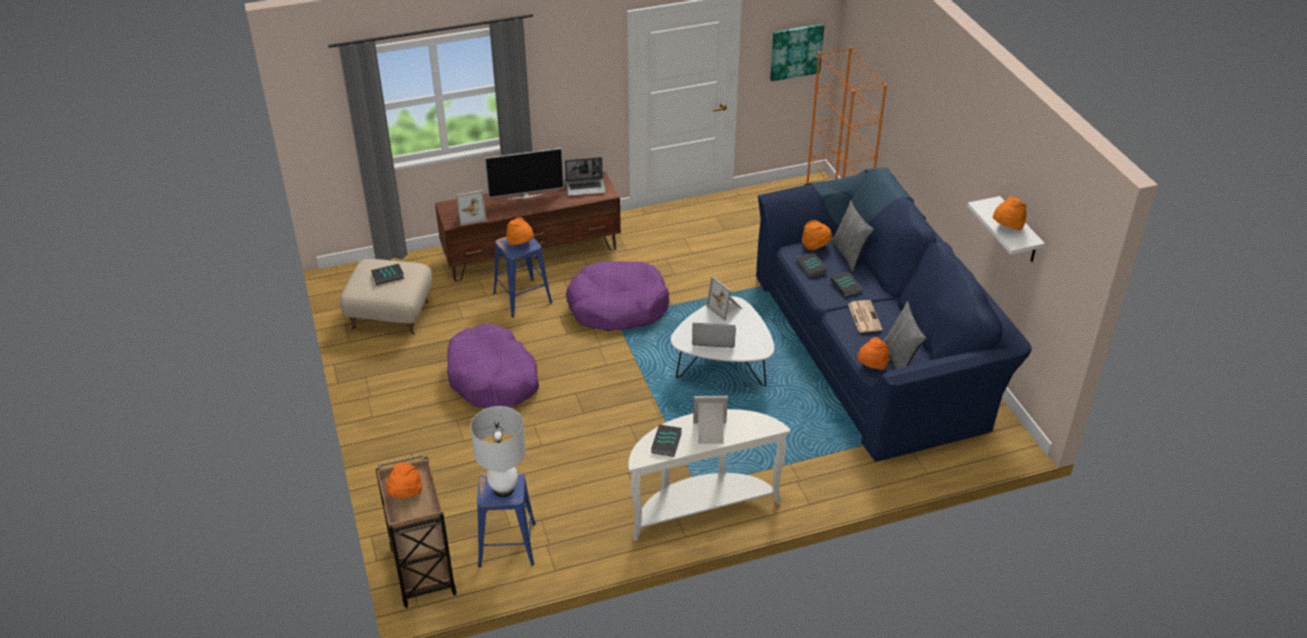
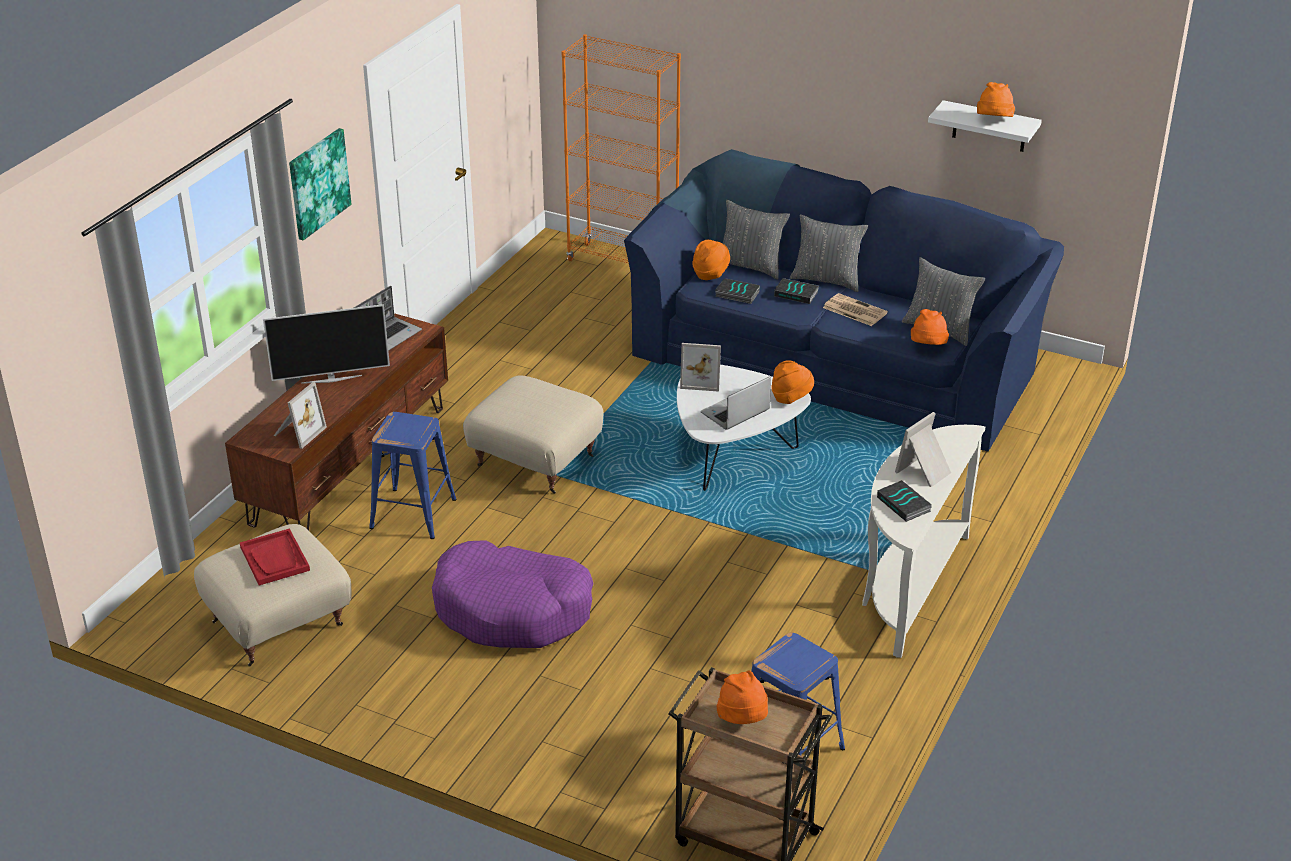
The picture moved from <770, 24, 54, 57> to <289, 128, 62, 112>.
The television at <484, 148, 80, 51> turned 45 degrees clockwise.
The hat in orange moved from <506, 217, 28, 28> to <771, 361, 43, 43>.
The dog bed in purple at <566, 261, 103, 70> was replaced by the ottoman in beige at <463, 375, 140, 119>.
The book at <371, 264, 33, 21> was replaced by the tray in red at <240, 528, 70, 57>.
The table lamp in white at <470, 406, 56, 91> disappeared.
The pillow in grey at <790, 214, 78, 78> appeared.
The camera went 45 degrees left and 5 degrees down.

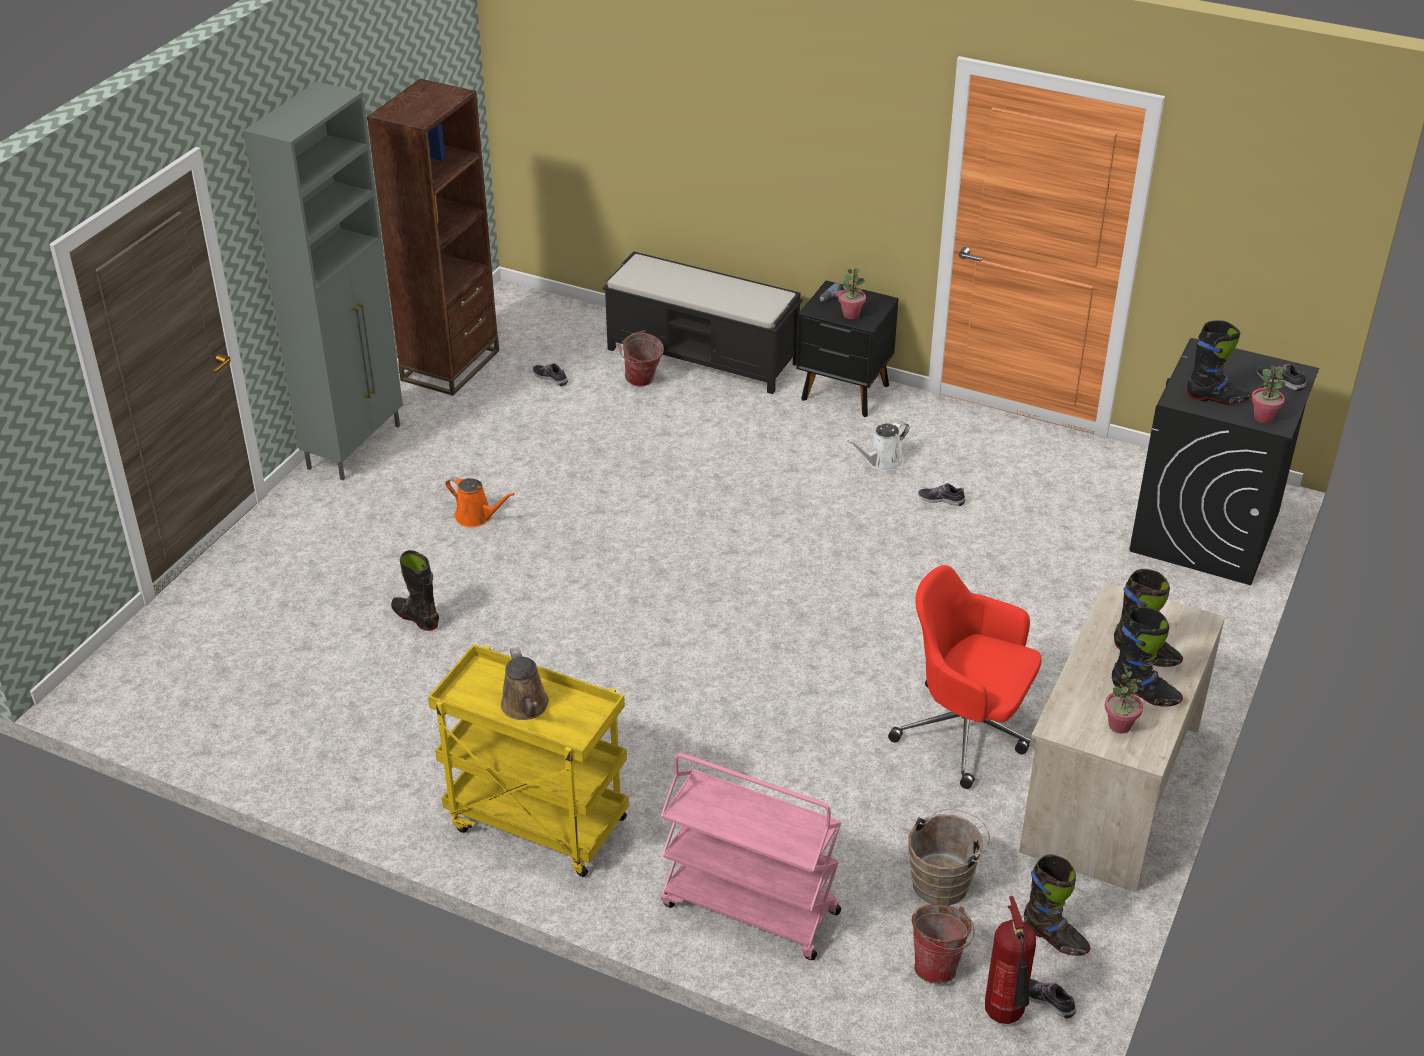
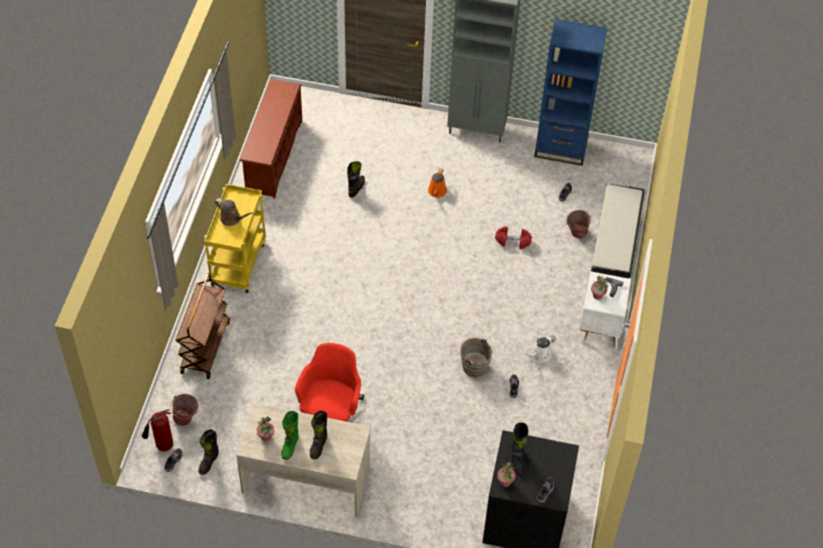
The bookcase in brown at <367, 79, 132, 317> became the bookcase in blue at <534, 19, 74, 147>.
The nightstand in black at <796, 281, 103, 136> became the nightstand in white at <579, 271, 52, 79>.
The watering can in white at <847, 421, 62, 50> turned 75 degrees counterclockwise.
The boot in black at <1112, 607, 71, 100> became the boot in green at <281, 411, 18, 49>.
The watering can in brown at <501, 647, 48, 73> turned 120 degrees counterclockwise.
The cart in pink at <660, 753, 181, 207> became the cart in brown at <175, 273, 55, 106>.
The bucket in brown moved from <908, 808, 82, 98> to <460, 338, 36, 39>.
The shoe rack in brown at <240, 79, 62, 119> appeared.
The dumbbell in red at <495, 226, 37, 23> appeared.
The camera went 75 degrees right and 15 degrees up.

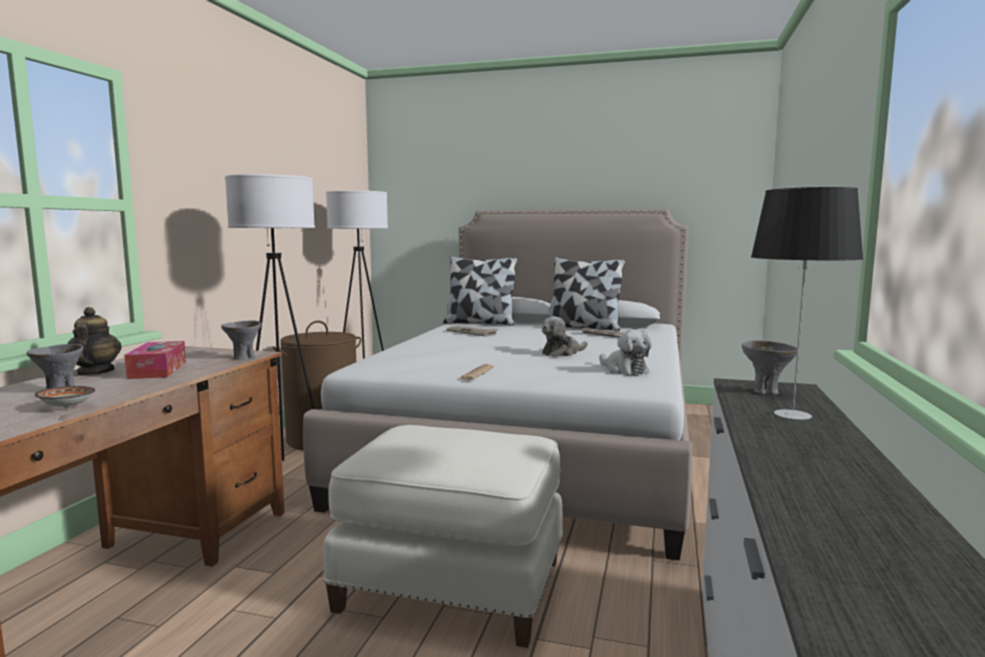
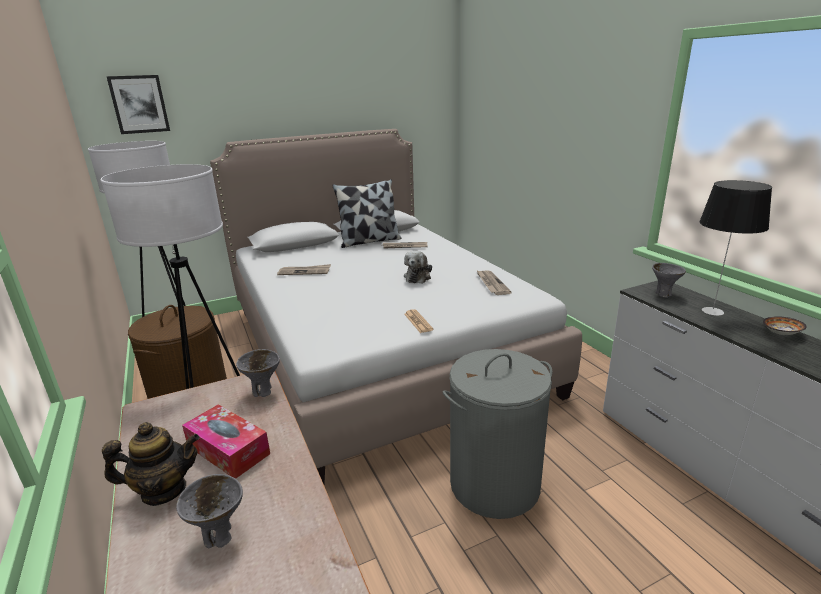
The pillow at <443, 256, 75, 69> disappeared.
The teapot at <67, 307, 55, 69> turned 135 degrees clockwise.
The plush toy at <599, 329, 53, 46> was replaced by the newspaper at <476, 270, 36, 25>.
The bowl moved from <35, 386, 60, 22> to <763, 316, 44, 19>.
The ottoman in white at <323, 425, 240, 223> was replaced by the laundry basket in grey at <443, 349, 109, 170>.
The picture at <106, 75, 64, 59> appeared.
The camera went 40 degrees left and 15 degrees up.

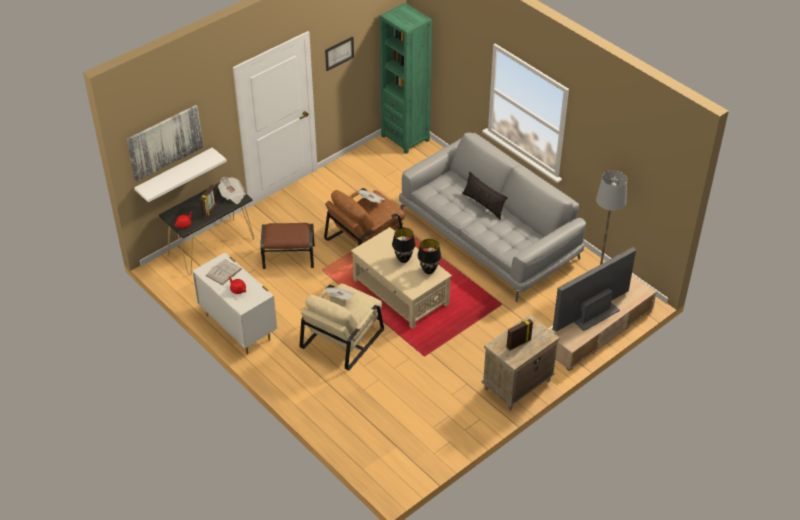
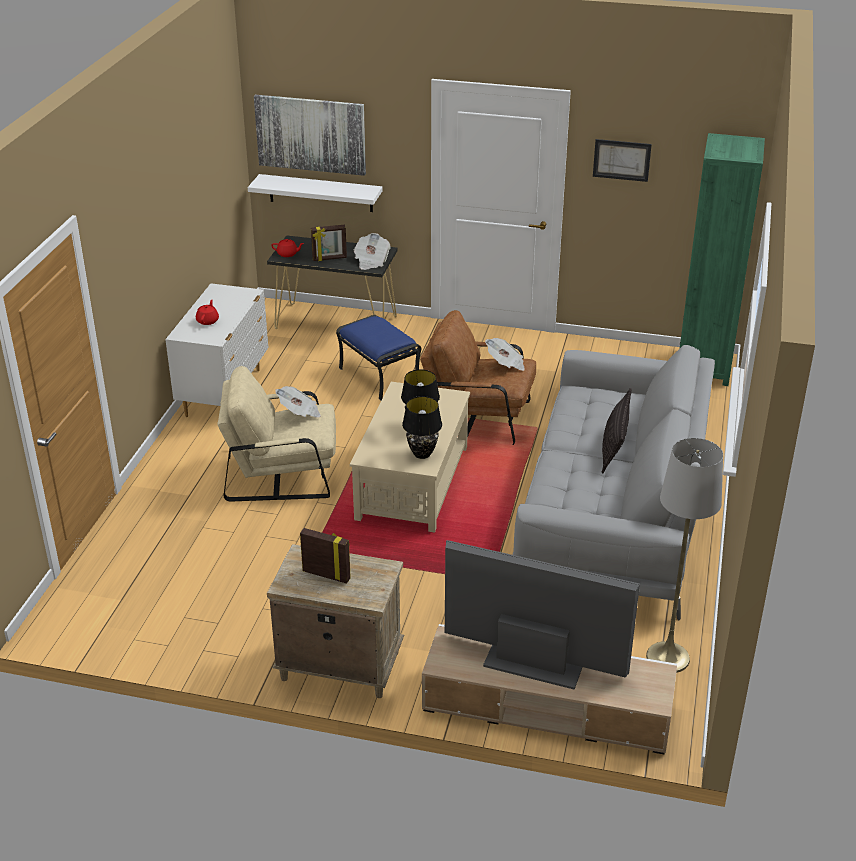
The ottoman in brown at <260, 223, 55, 46> became the ottoman in blue at <336, 315, 85, 85>.
The book in white at <206, 260, 35, 25> disappeared.
The camera went 55 degrees right and 10 degrees down.

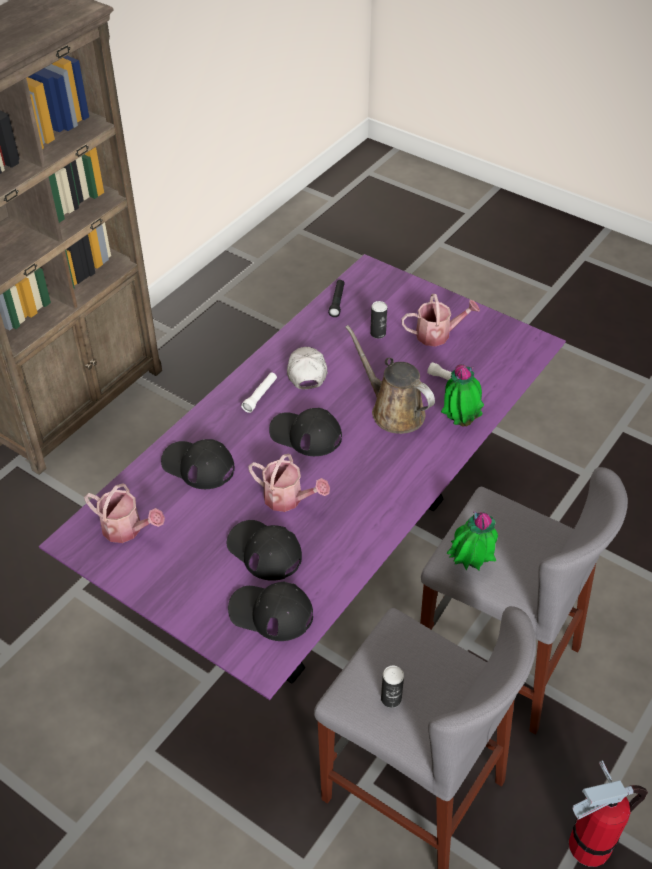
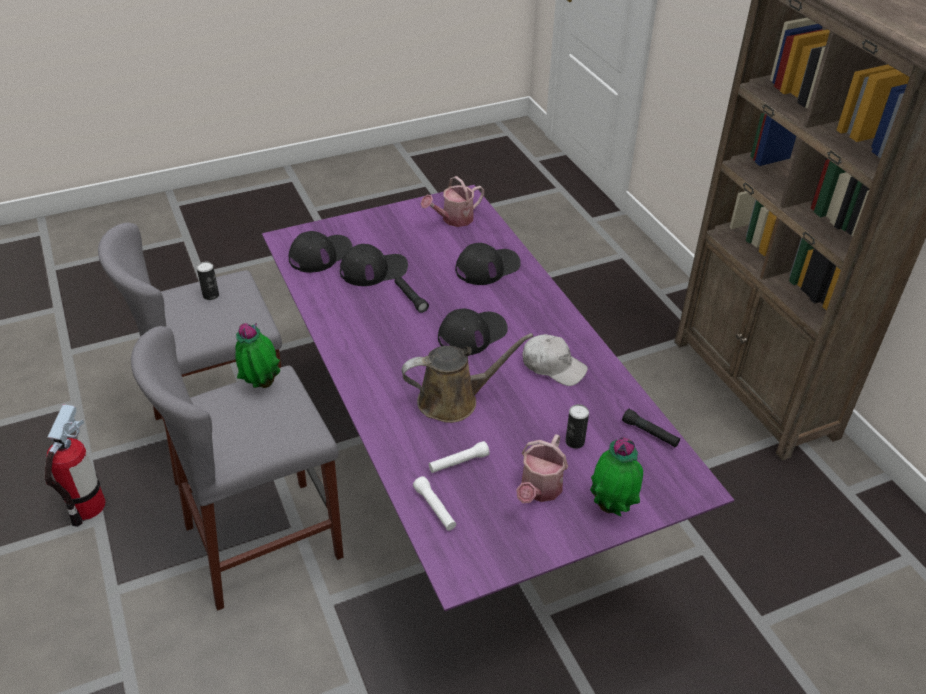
The potted plant moved from <441, 364, 43, 63> to <590, 437, 53, 80>.
The flashlight in white moved from <241, 372, 36, 41> to <413, 476, 43, 55>.
The watering can at <248, 453, 82, 59> was replaced by the flashlight in black at <394, 276, 35, 37>.
The camera went 120 degrees right and 5 degrees down.

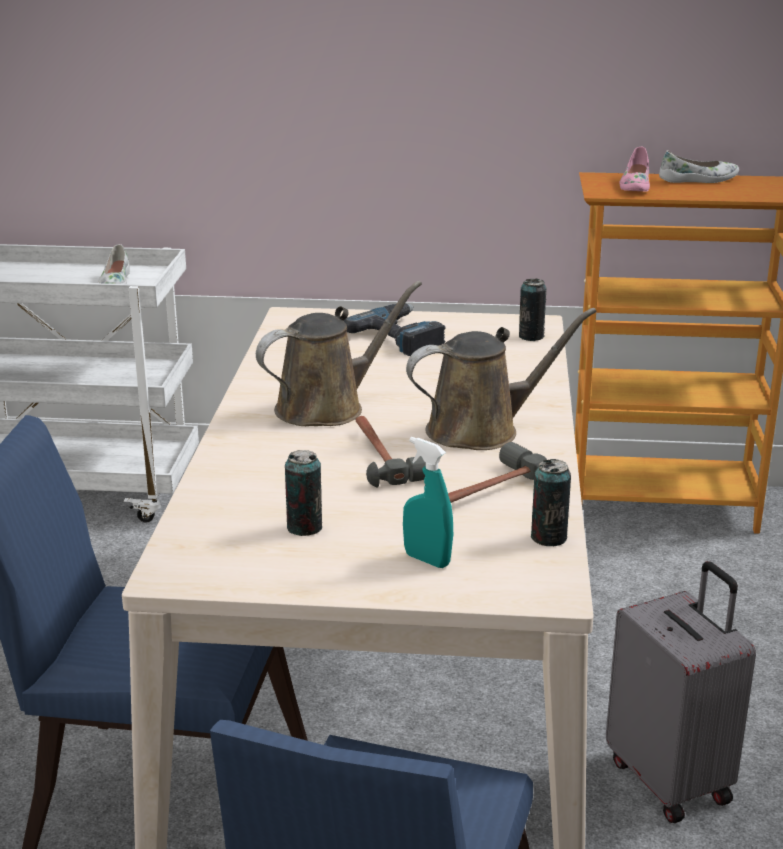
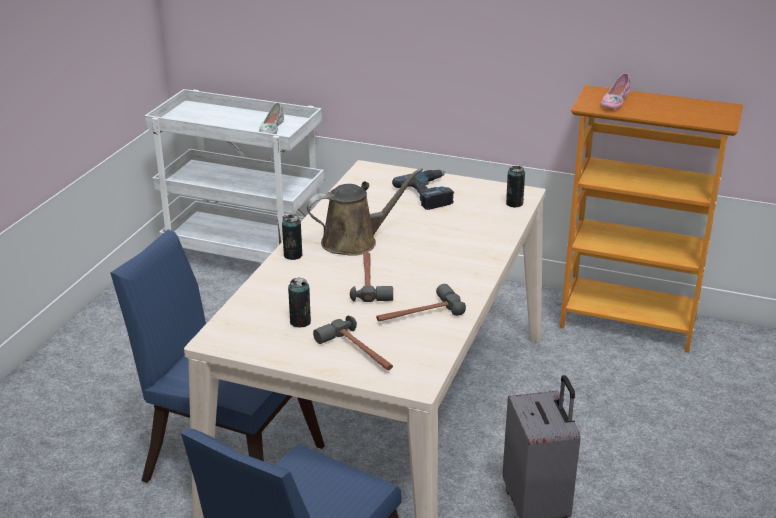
The shoe in white at <659, 150, 80, 33> disappeared.
The watering can in brown at <406, 308, 190, 142> disappeared.
The spray bottle in turquoise at <403, 437, 50, 131> was replaced by the hammer at <313, 316, 80, 54>.
The can moved from <531, 459, 40, 87> to <282, 215, 21, 45>.
The camera went 15 degrees right and 5 degrees up.

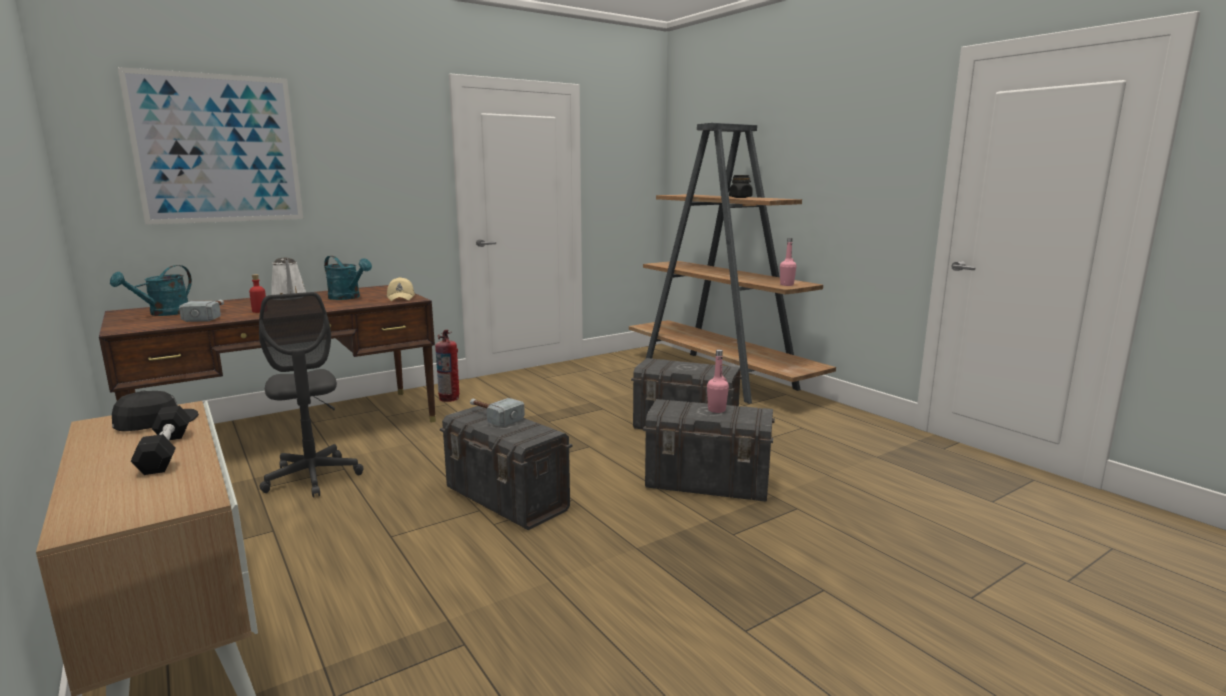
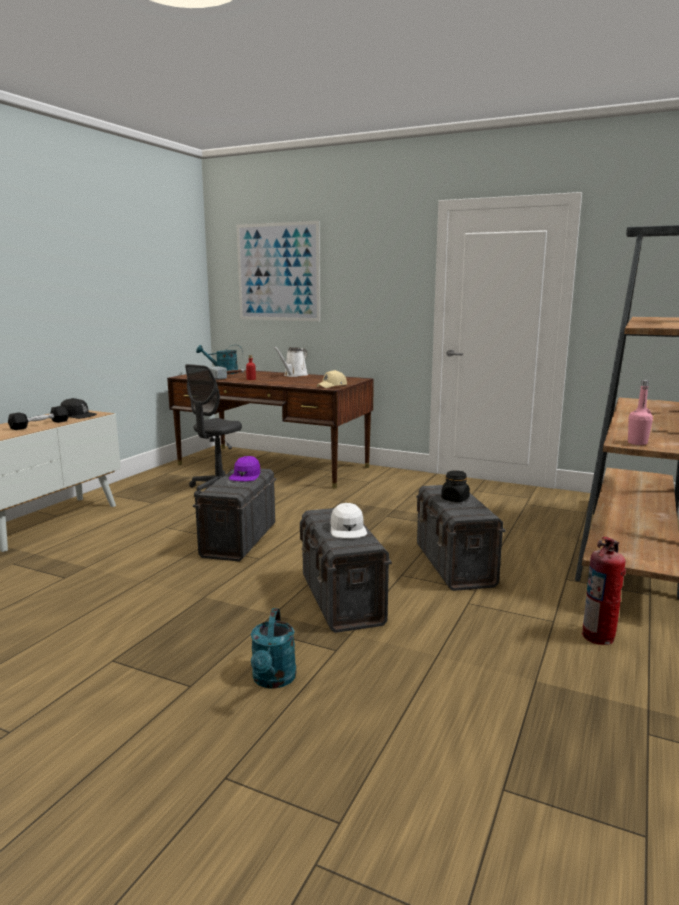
The jar in black moved from <729, 175, 24, 23> to <441, 471, 29, 31>.
The watering can in turquoise moved from <324, 256, 48, 44> to <251, 608, 45, 81>.
The fire extinguisher moved from <435, 330, 24, 72> to <582, 537, 44, 108>.
The bottle in pink at <707, 349, 22, 64> was replaced by the cap in white at <330, 503, 37, 35>.
The hammer at <470, 398, 55, 29> was replaced by the cap in purple at <229, 456, 31, 26>.
The camera went 60 degrees right and 0 degrees up.

